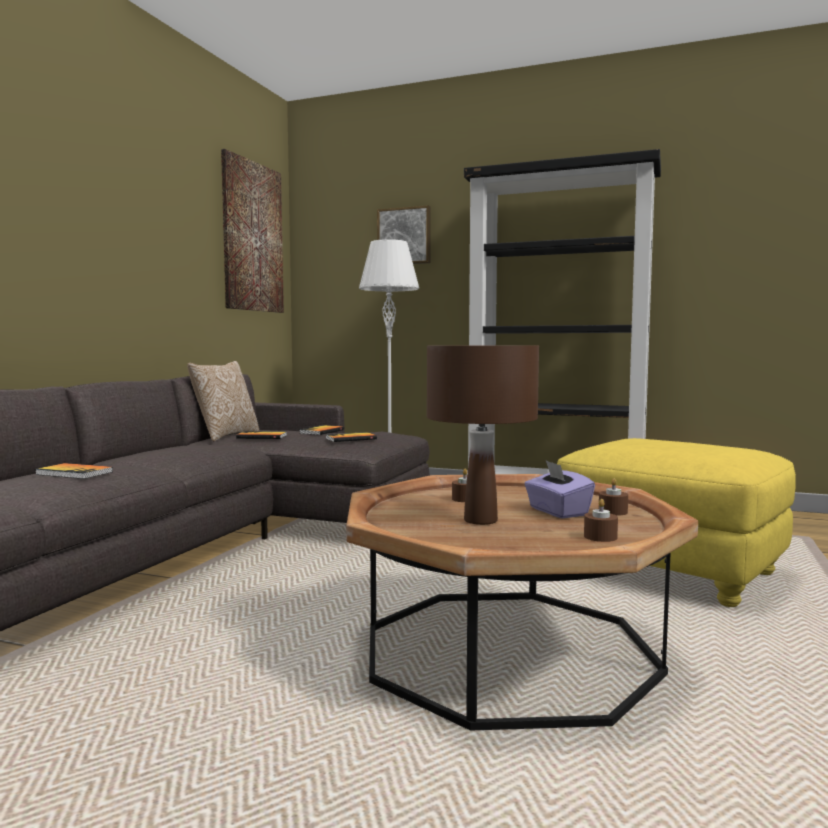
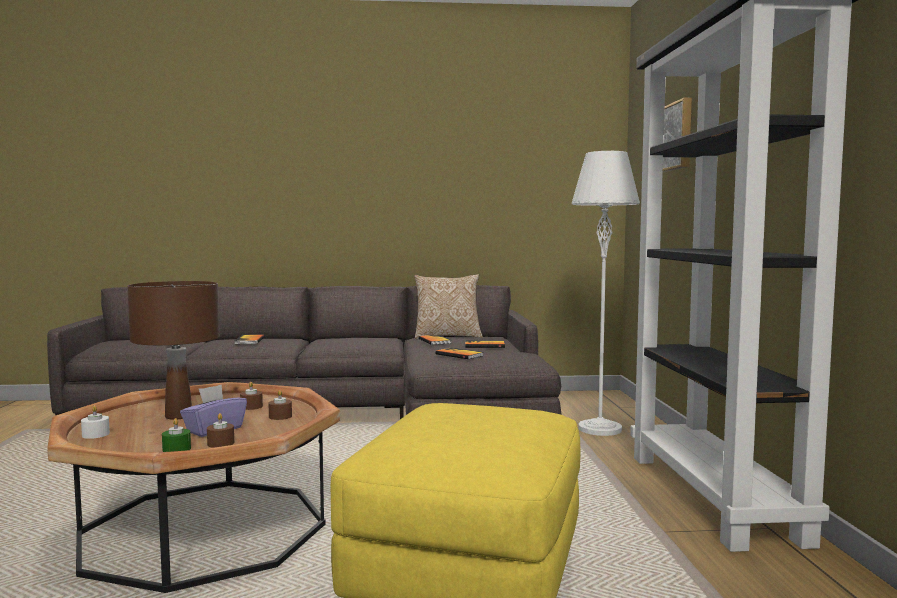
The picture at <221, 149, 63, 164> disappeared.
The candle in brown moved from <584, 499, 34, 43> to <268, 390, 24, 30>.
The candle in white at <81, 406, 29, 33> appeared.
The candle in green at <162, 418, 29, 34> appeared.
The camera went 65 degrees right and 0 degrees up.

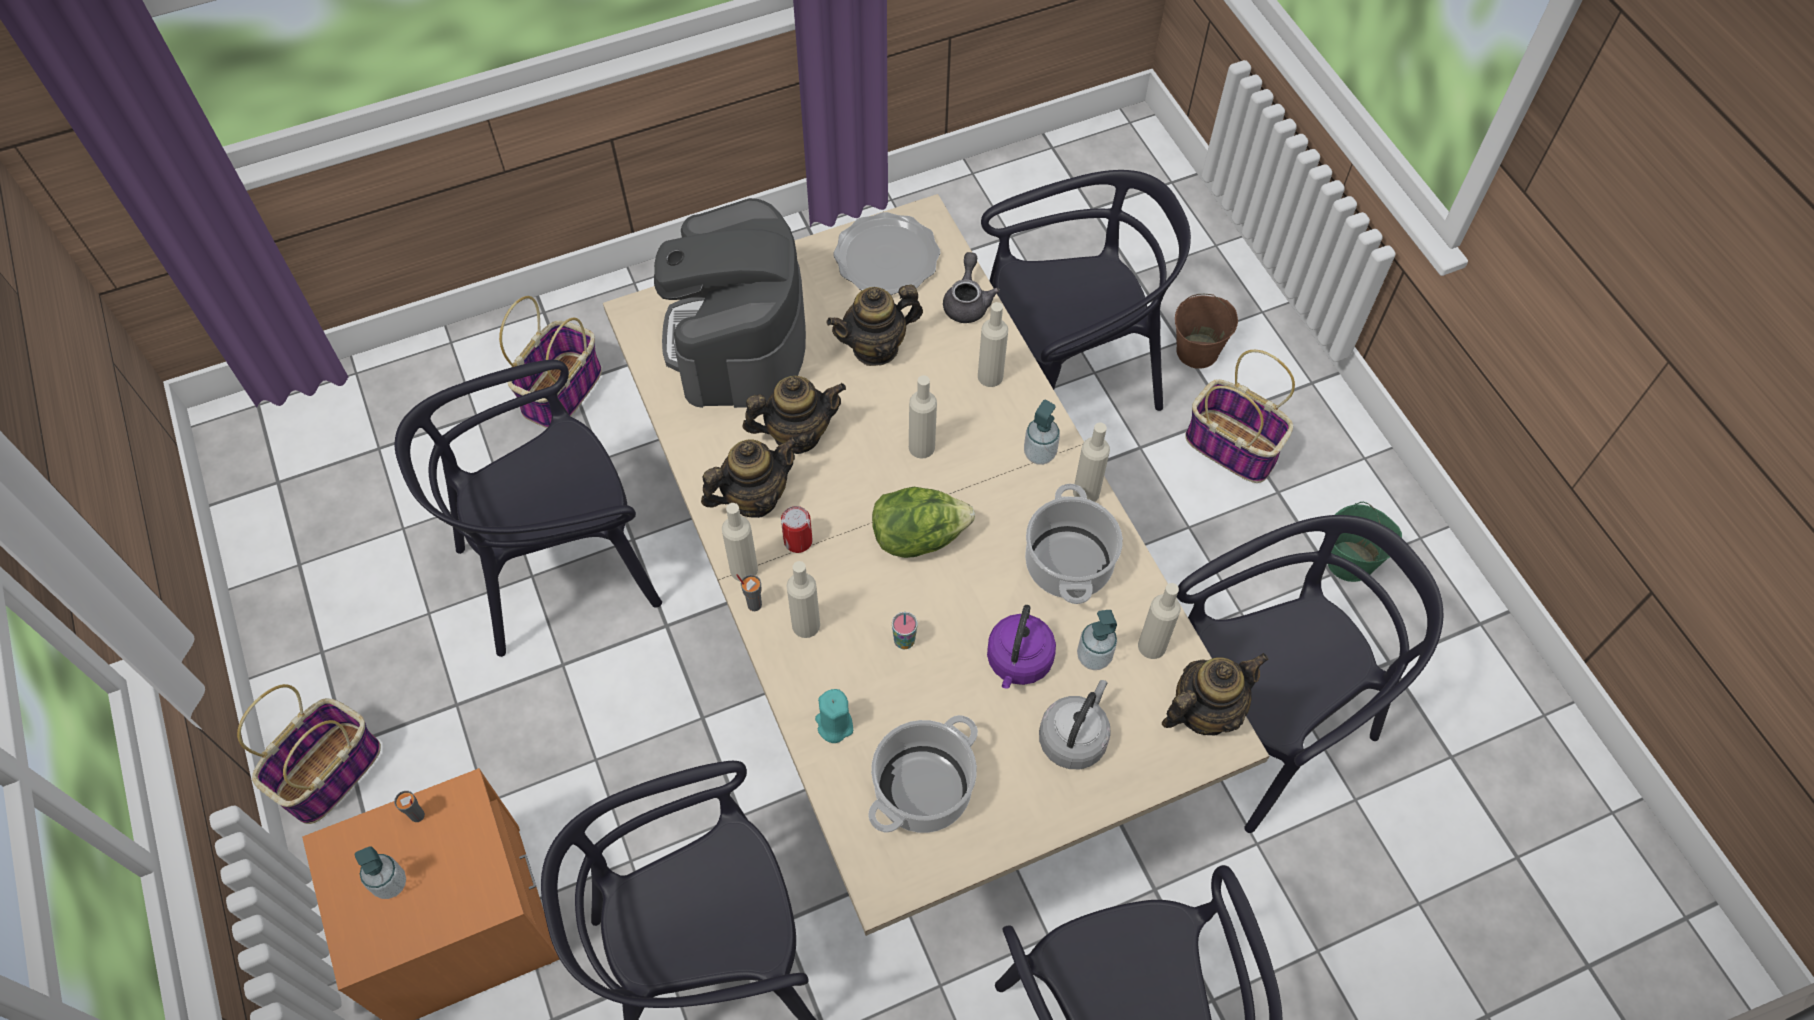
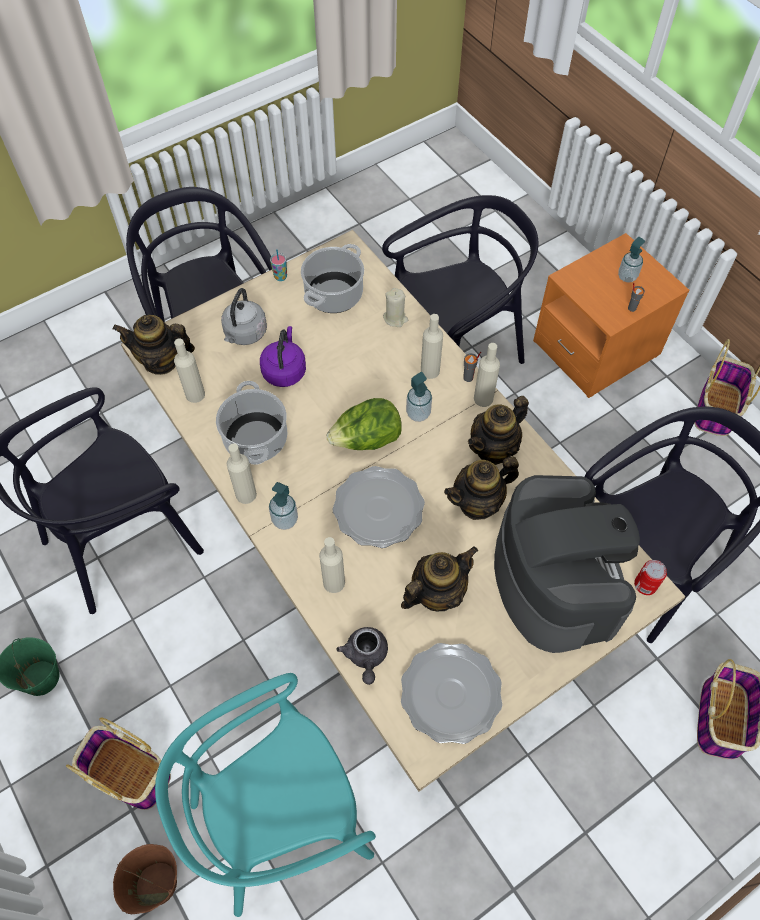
The chair in black at <981, 170, 210, 241> became the chair in turquoise at <155, 673, 221, 244>.
The bottle in beige at <909, 375, 28, 84> was replaced by the plate at <333, 466, 92, 82>.
The can moved from <781, 506, 31, 47> to <634, 560, 33, 35>.
The soap dispenser moved from <1077, 610, 40, 60> to <406, 372, 26, 50>.
The cup moved from <892, 612, 26, 37> to <270, 249, 17, 32>.
The teapot at <1162, 653, 107, 82> turned 45 degrees clockwise.
The candle in turquoise at <815, 689, 38, 54> became the candle in beige at <383, 288, 25, 39>.
The camera went 170 degrees right and 0 degrees up.

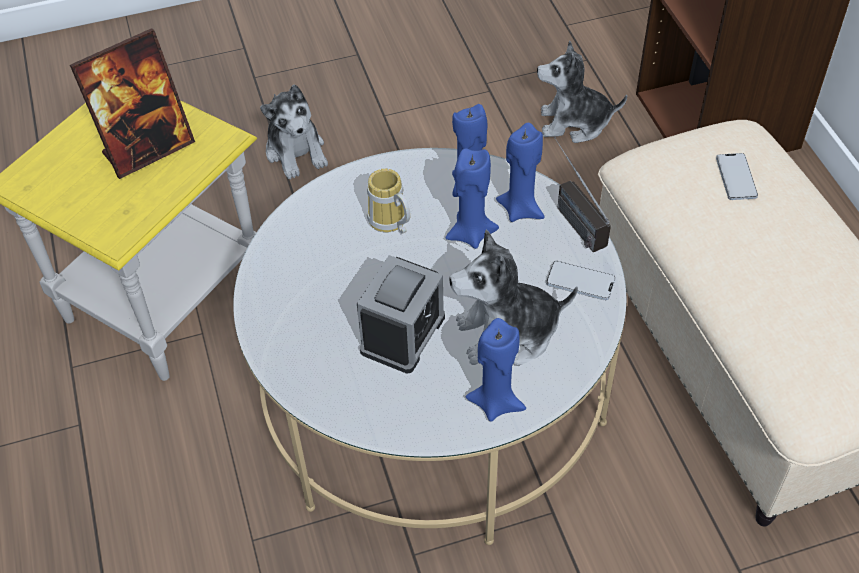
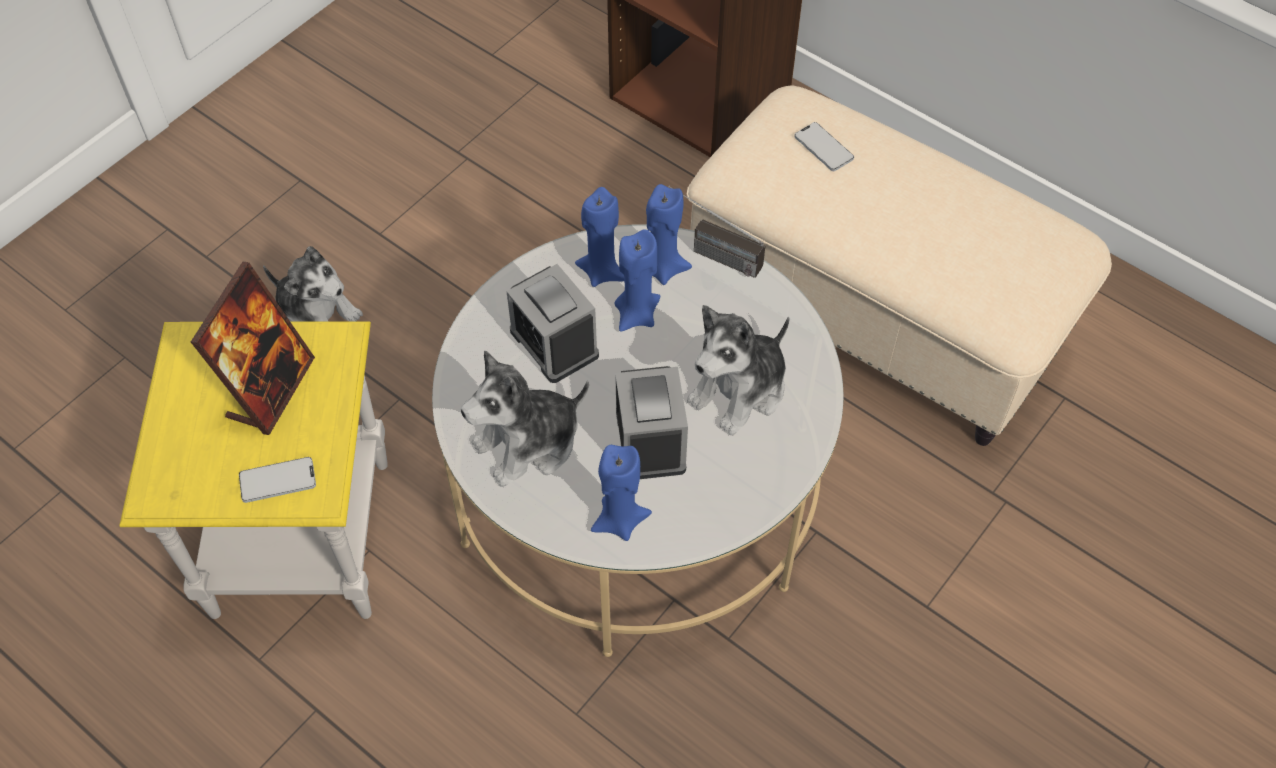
The plush toy moved from <537, 41, 90, 102> to <461, 350, 128, 137>.
The mug at <367, 169, 43, 65> was replaced by the alarm clock at <507, 264, 92, 119>.
The phone moved from <546, 261, 70, 39> to <239, 457, 77, 46>.
The candle in blue moved from <465, 318, 61, 103> to <591, 445, 61, 96>.
The camera went 35 degrees left and 5 degrees up.

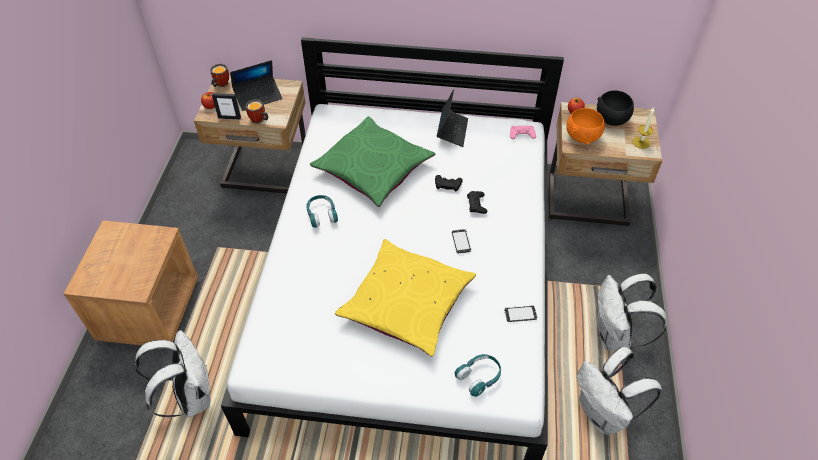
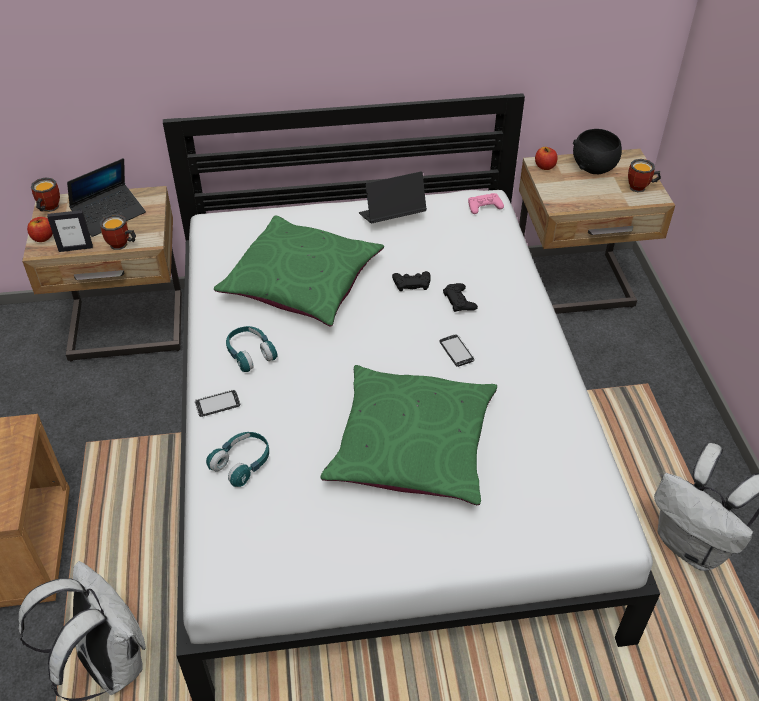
The laptop at <437, 89, 31, 58> turned 105 degrees counterclockwise.
The candle at <632, 107, 23, 42> was replaced by the mug at <628, 159, 33, 33>.
The bowl in orange at <566, 108, 39, 36> disappeared.
The pillow in yellow at <335, 239, 141, 117> became the pillow in green at <321, 365, 176, 140>.
The backpack in white at <597, 273, 70, 78> disappeared.
The phone moved from <504, 305, 33, 17> to <195, 390, 45, 27>.
The headphones in turquoise moved from <455, 354, 46, 43> to <206, 432, 63, 55>.
The camera went 15 degrees left and 5 degrees down.

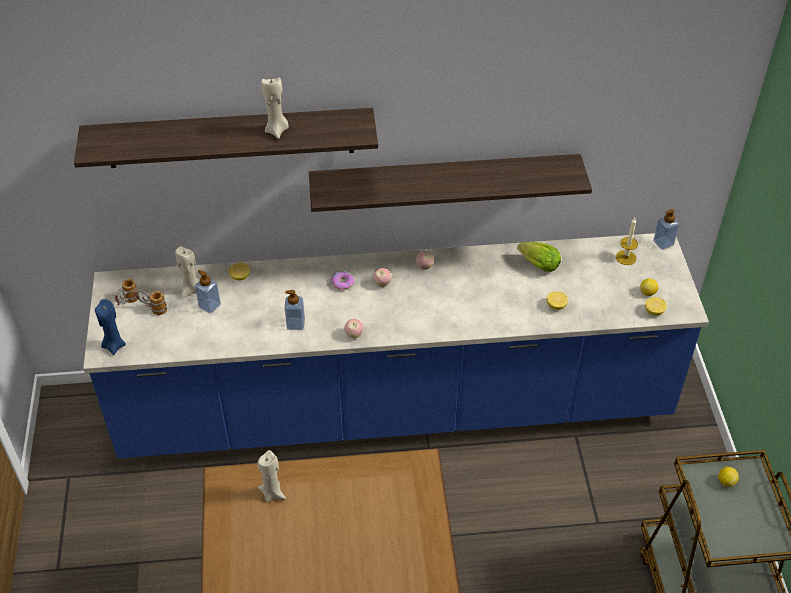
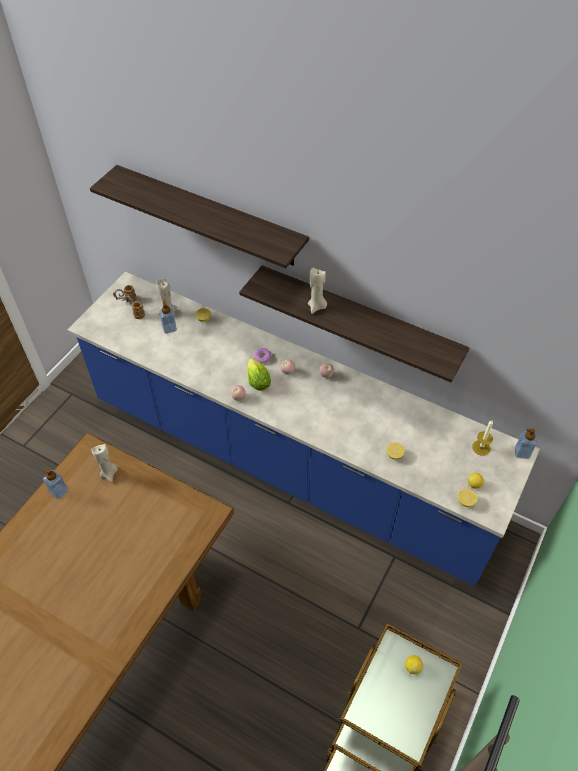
The candle in beige moved from <261, 77, 28, 62> to <308, 268, 19, 46>.
The lettuce moved from <517, 242, 44, 30> to <247, 358, 24, 33>.
The soap dispenser moved from <284, 290, 21, 40> to <43, 467, 25, 32>.
The candle in blue at <95, 299, 31, 56> disappeared.
The camera went 35 degrees right and 5 degrees up.

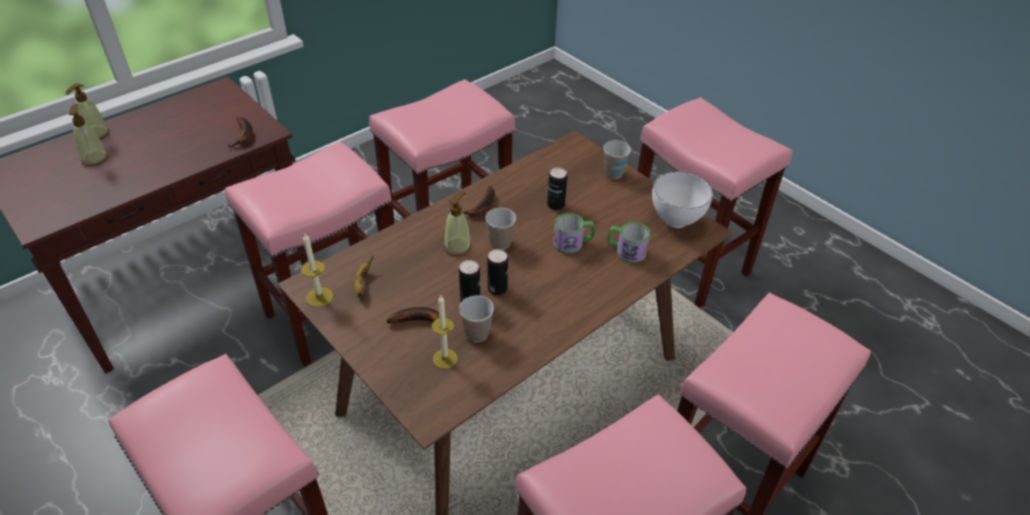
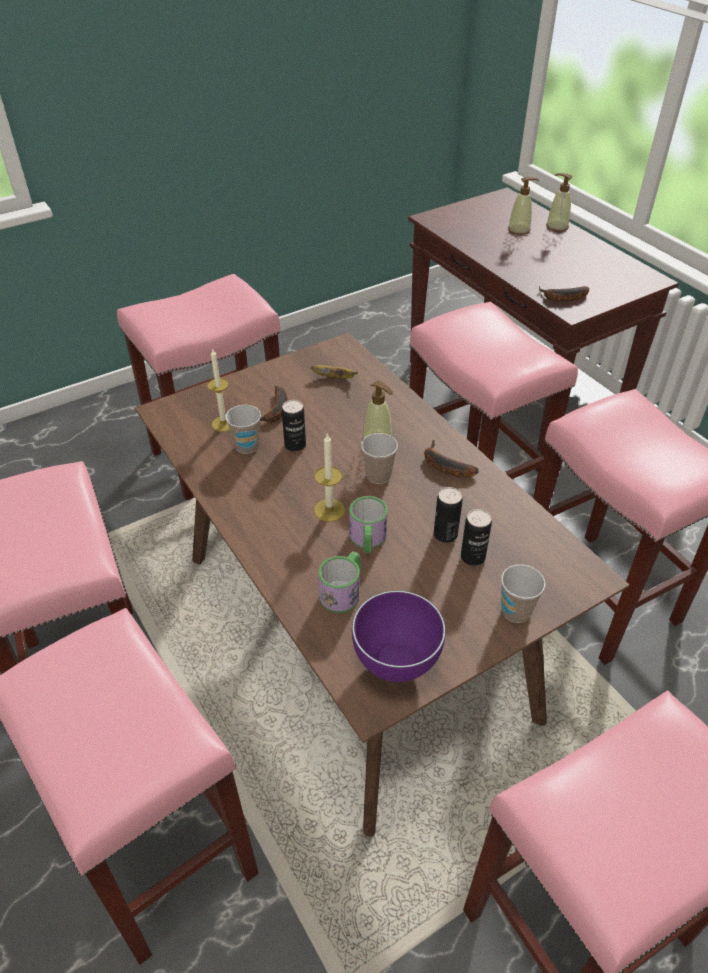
The bowl in white at <652, 171, 61, 57> became the bowl in purple at <352, 591, 94, 91>.
The candle moved from <301, 234, 32, 73> to <314, 434, 31, 88>.
The can moved from <487, 249, 21, 46> to <461, 509, 31, 57>.
The camera went 100 degrees right and 0 degrees up.

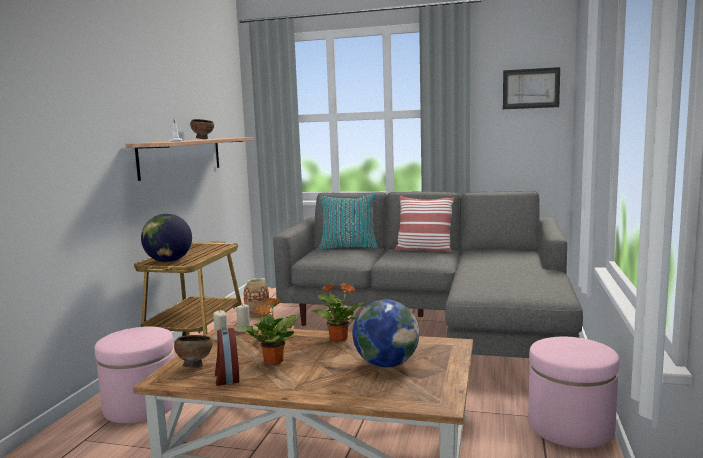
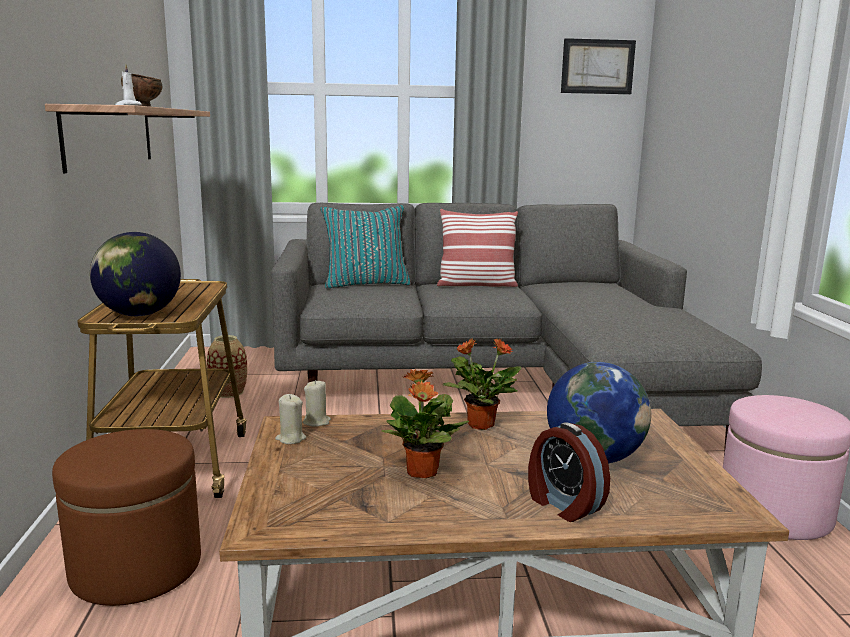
The ottoman in pink at <94, 327, 81, 96> became the ottoman in brown at <52, 429, 149, 177>.
The alarm clock moved from <215, 327, 24, 59> to <528, 422, 82, 100>.
The bowl in brown at <174, 335, 38, 33> disappeared.
The camera went 20 degrees left and 5 degrees up.

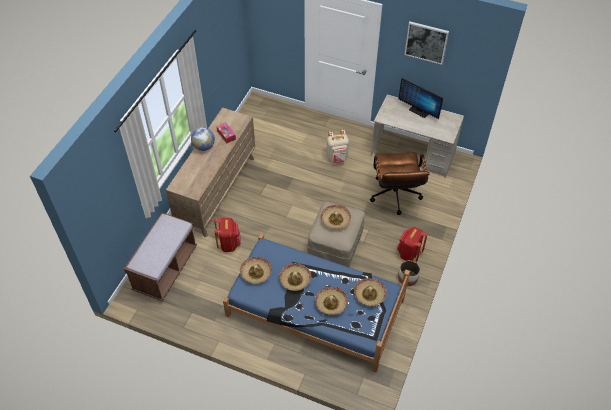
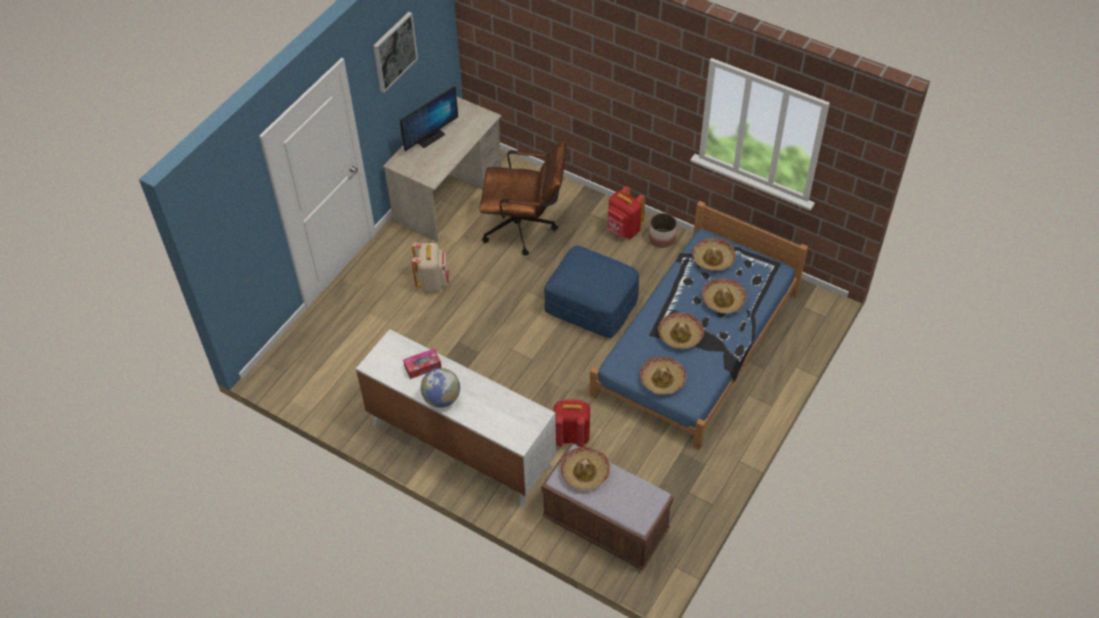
The dresser in brown at <166, 108, 89, 129> became the dresser in white at <356, 329, 200, 177>.
The ottoman in beige at <307, 202, 58, 65> became the ottoman in blue at <544, 246, 95, 92>.
The hat moved from <321, 205, 30, 24> to <560, 447, 50, 43>.
The camera went 80 degrees left and 0 degrees up.

